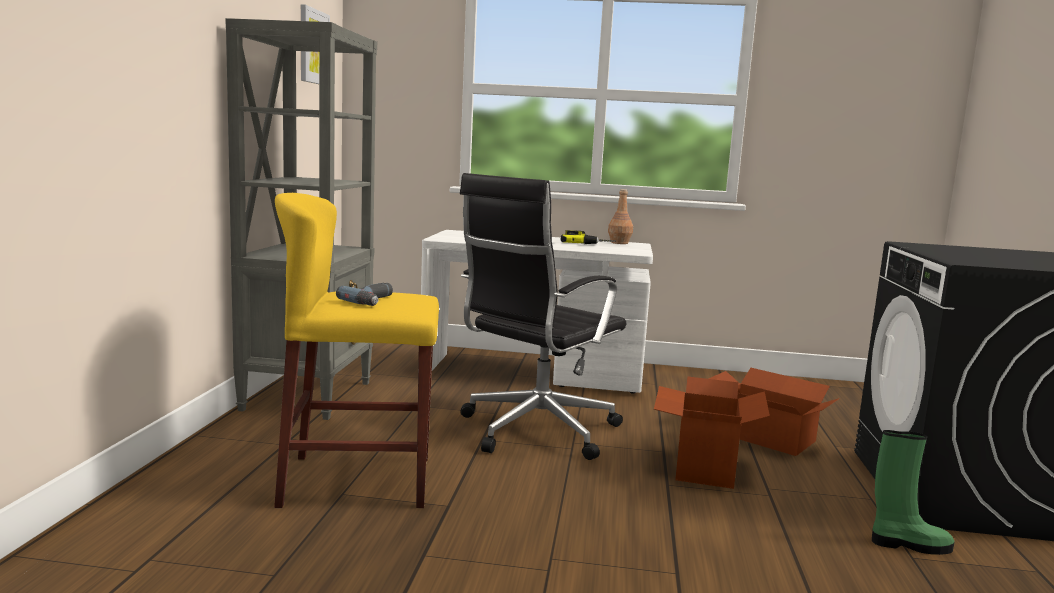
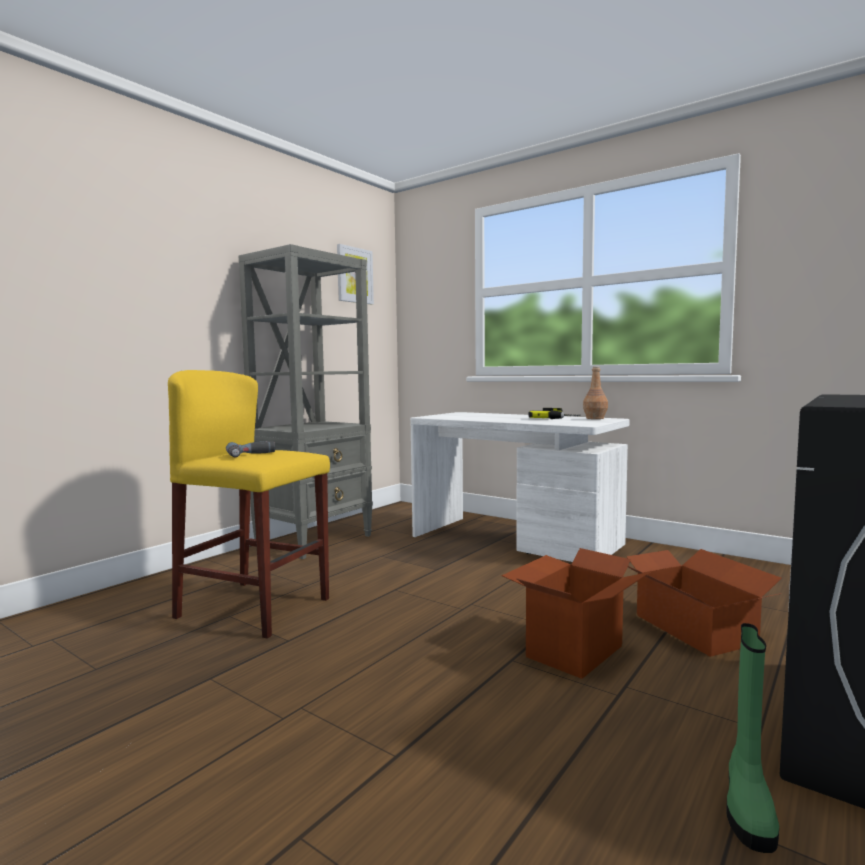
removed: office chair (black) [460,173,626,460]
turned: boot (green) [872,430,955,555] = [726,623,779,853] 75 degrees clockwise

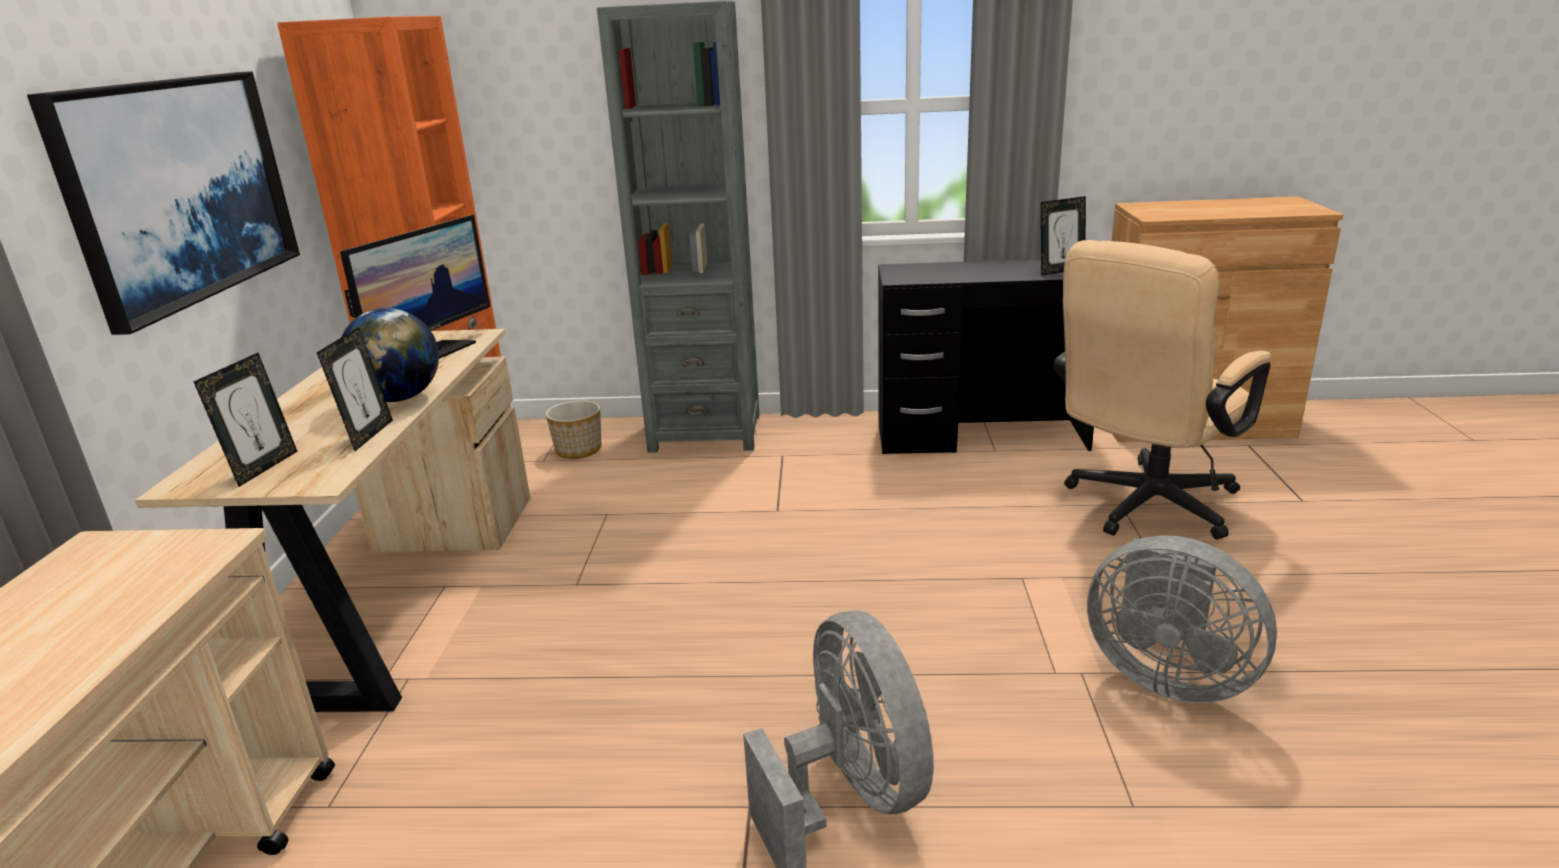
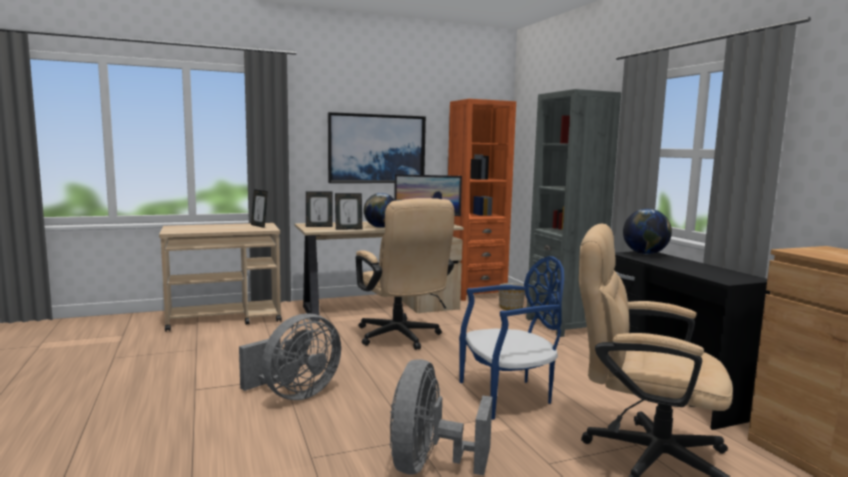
added: office chair (beige) [356,198,454,350]; chair (blue) [459,256,564,420]; globe [623,209,672,254]
moved: picture frame [1041,196,1086,276] to [251,189,268,228]

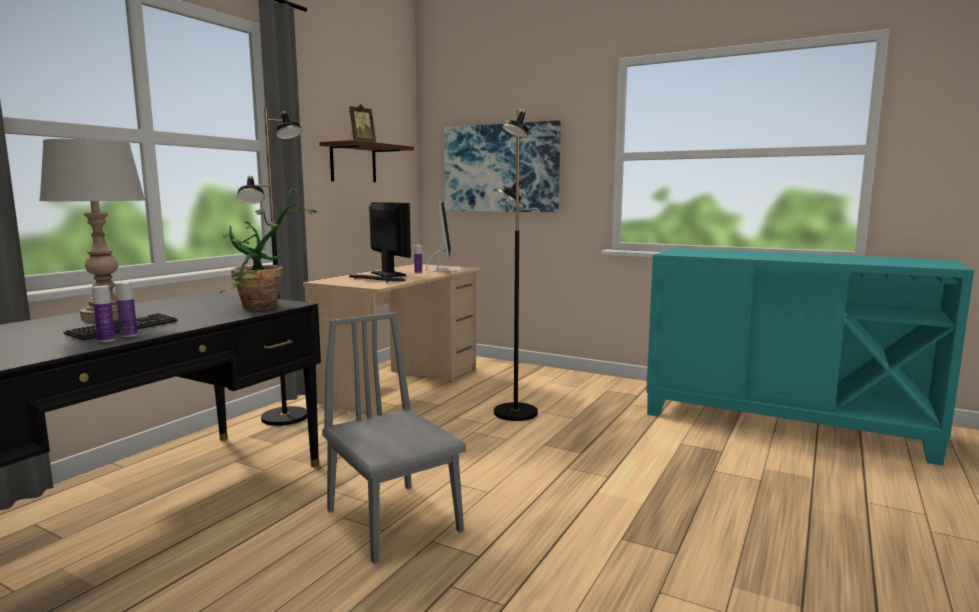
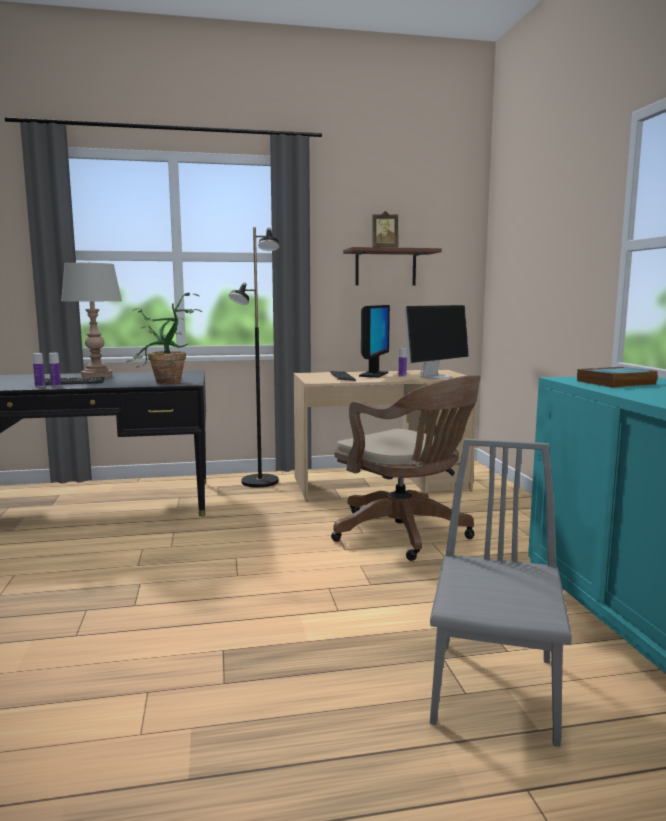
removed: picture [444,120,560,212]
added: book [577,367,658,387]
moved: chair (grey) [322,312,466,564] to [430,439,572,747]
replaced: floor lamp (black) [494,108,538,421] to office chair (brown) [331,375,480,561]

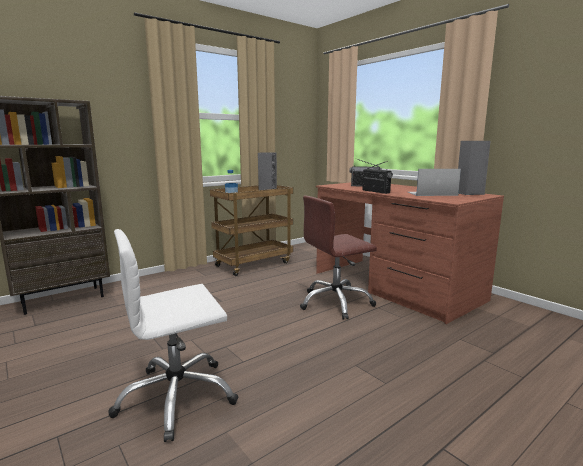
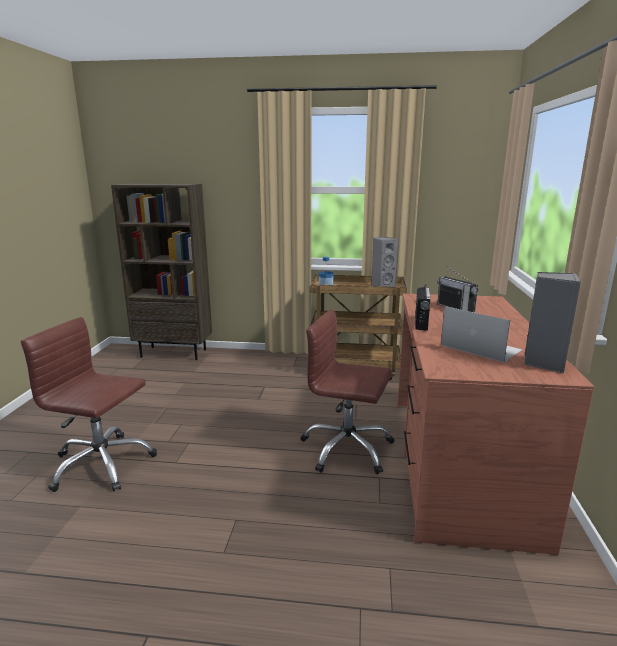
recoloured: office chair (white) [108,229,238,442] to office chair (brown) [21,317,157,492]

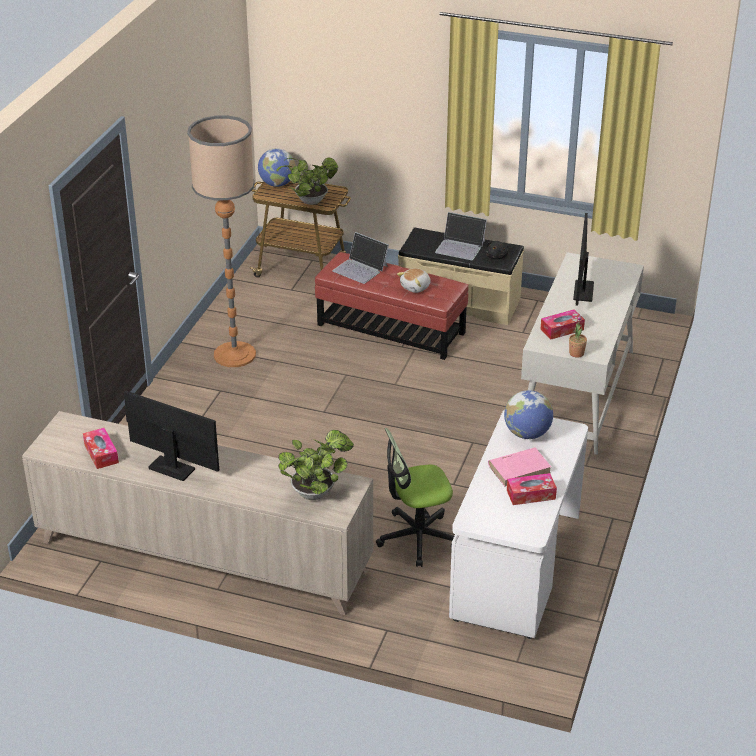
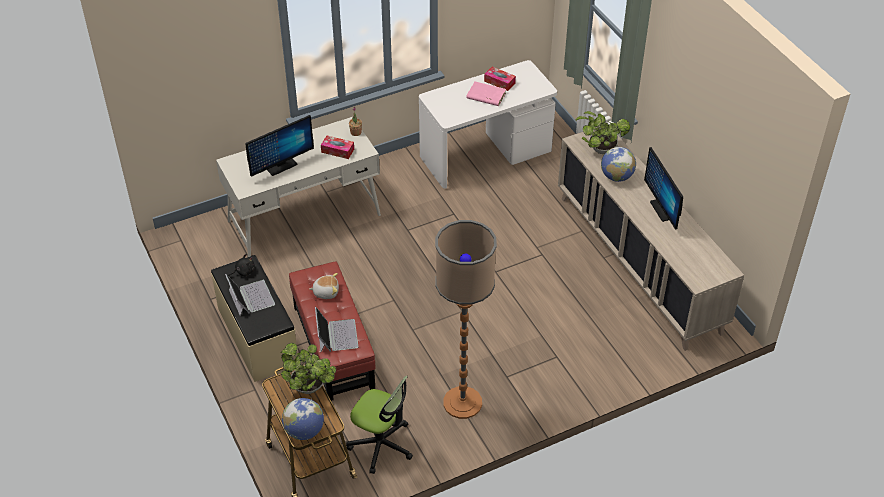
removed: tissue box [83,428,119,469]
moved: office chair [376,428,454,567] to [346,376,413,474]; globe [504,390,553,439] to [601,147,636,182]

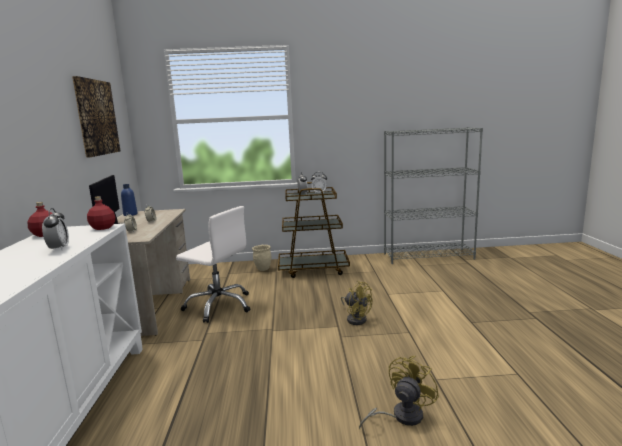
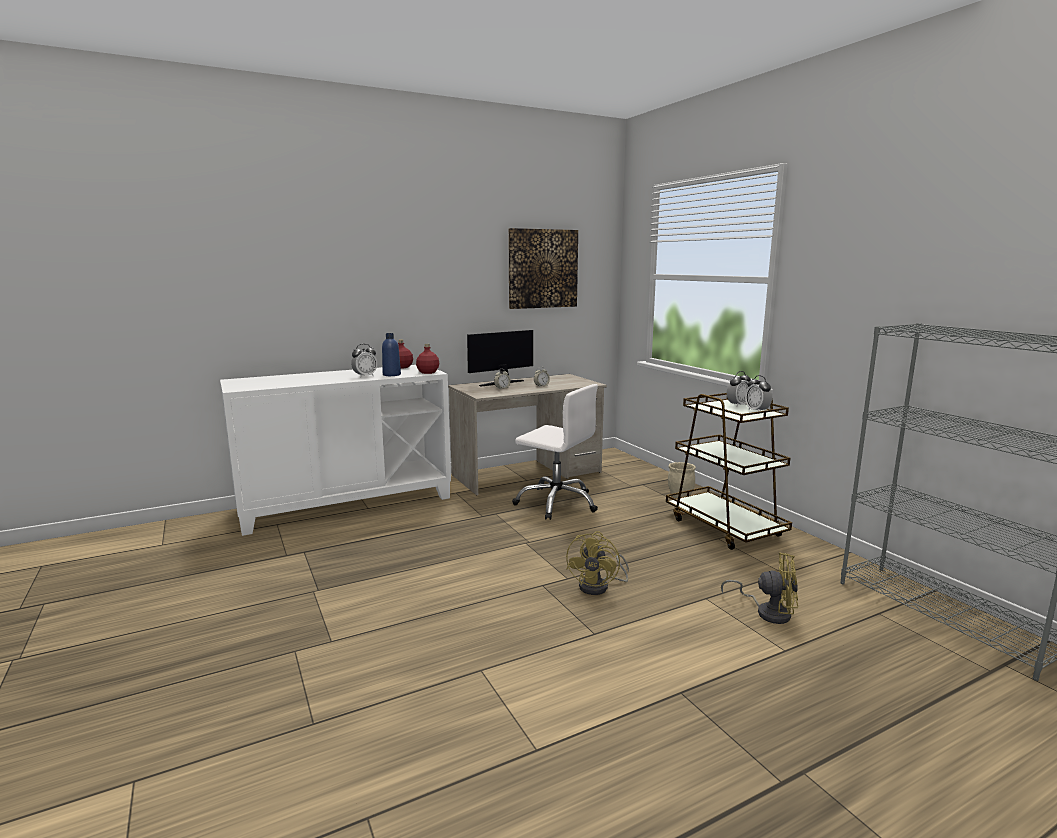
moved: bottle (blue) [121,184,137,216] to [382,333,401,376]; fan (yellow) [359,356,439,429] to [721,552,798,624]
turned: office chair (white) [176,206,250,323] = [512,384,598,520] 60 degrees counterclockwise

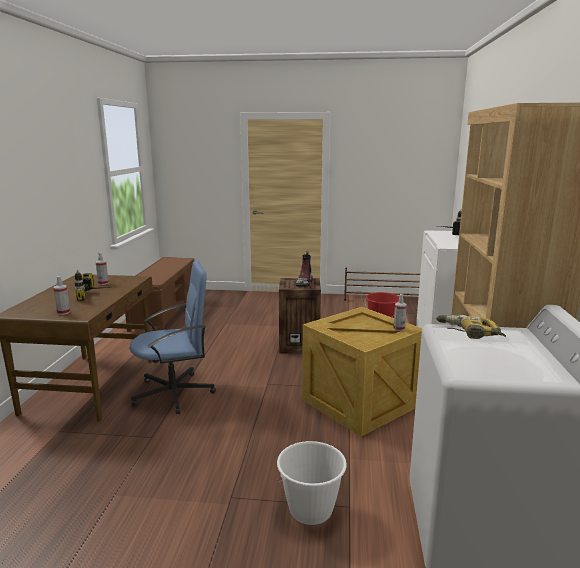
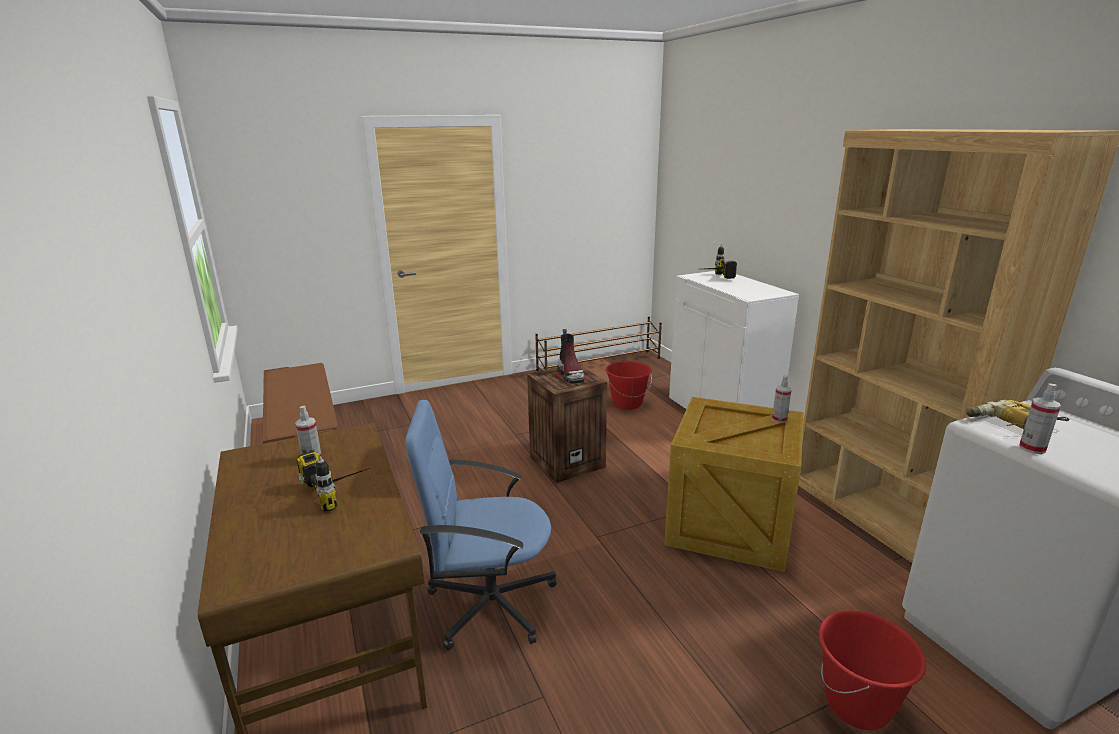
moved: spray bottle [53,276,70,315] to [1019,383,1061,454]
recoloured: bucket (white) [276,441,347,525] to bucket (red) [819,610,926,730]
turned: office chair (blue) [129,261,216,414] = [405,400,557,650] 135 degrees counterclockwise

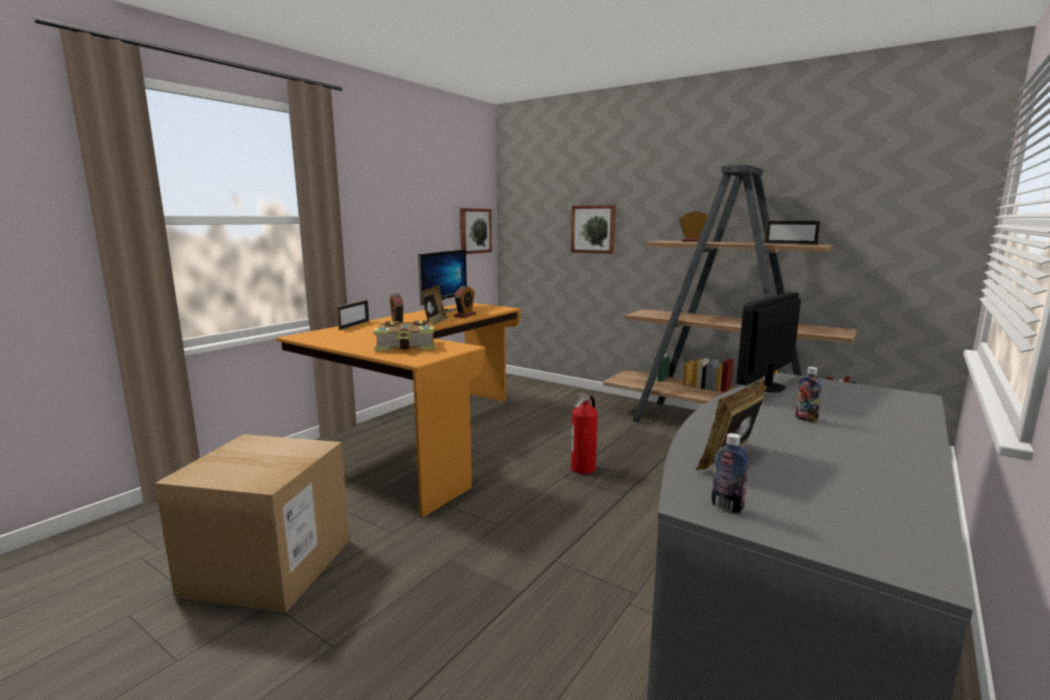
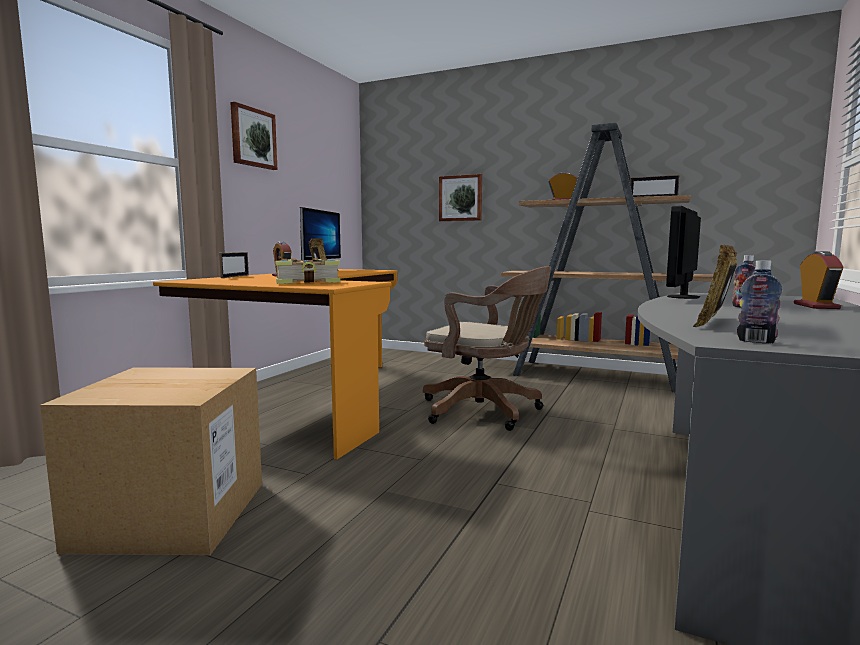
moved: alarm clock [454,286,476,318] to [794,251,843,309]; picture [460,208,492,254] to [230,102,278,170]
replaced: fire extinguisher [571,393,598,474] to office chair (brown) [423,266,551,431]

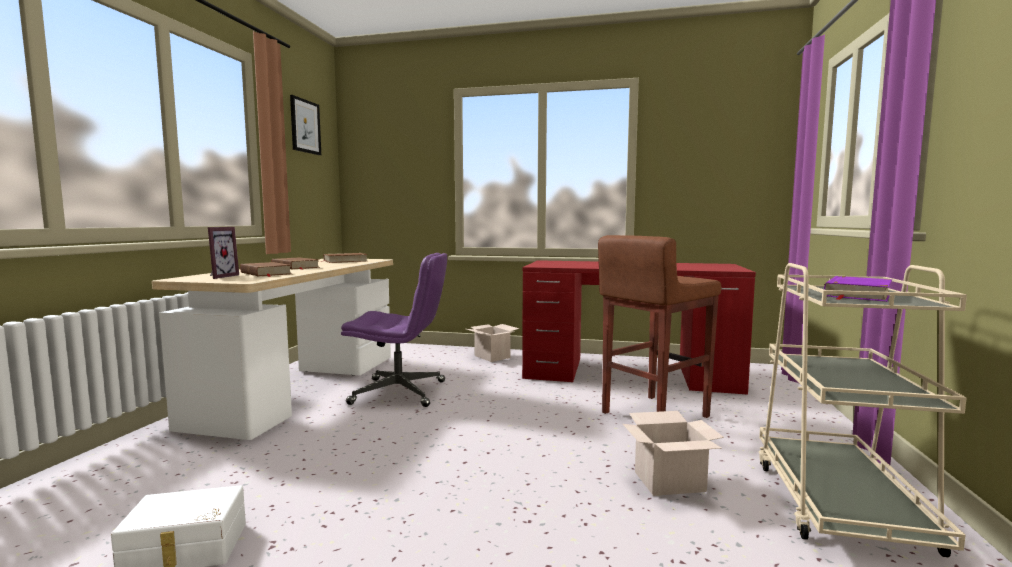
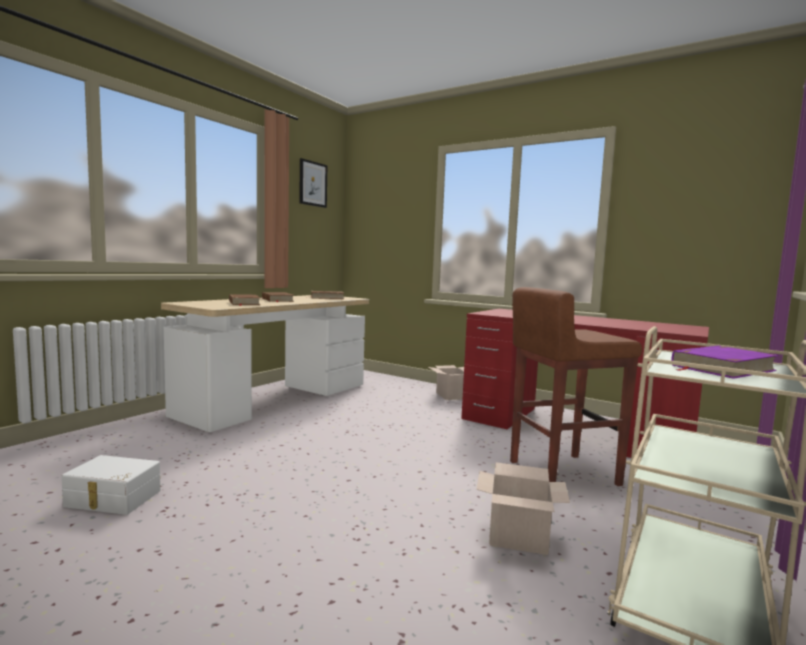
removed: picture frame [208,227,239,279]; office chair (purple) [341,253,447,407]

